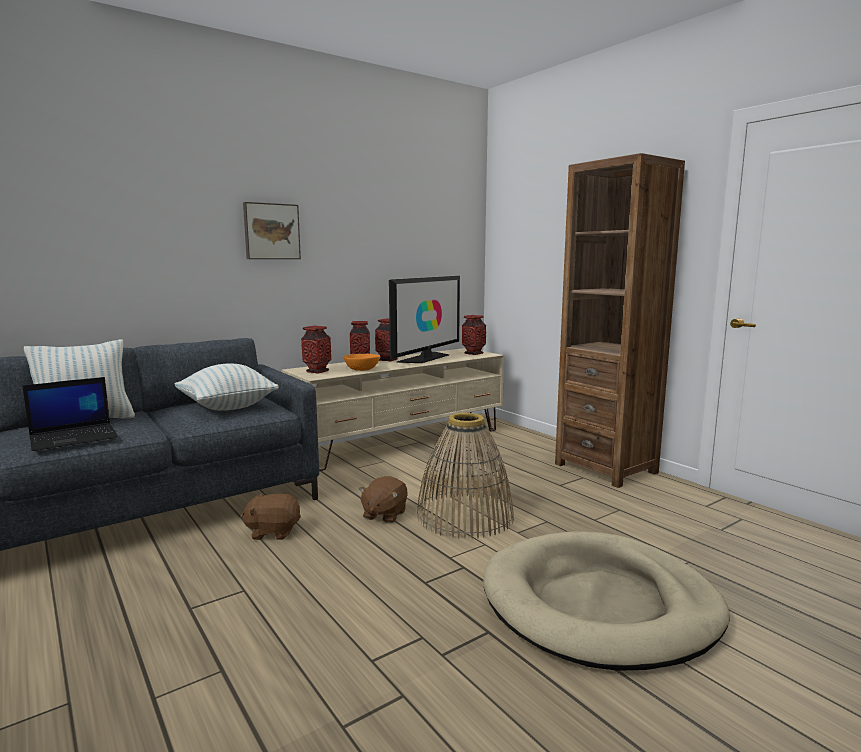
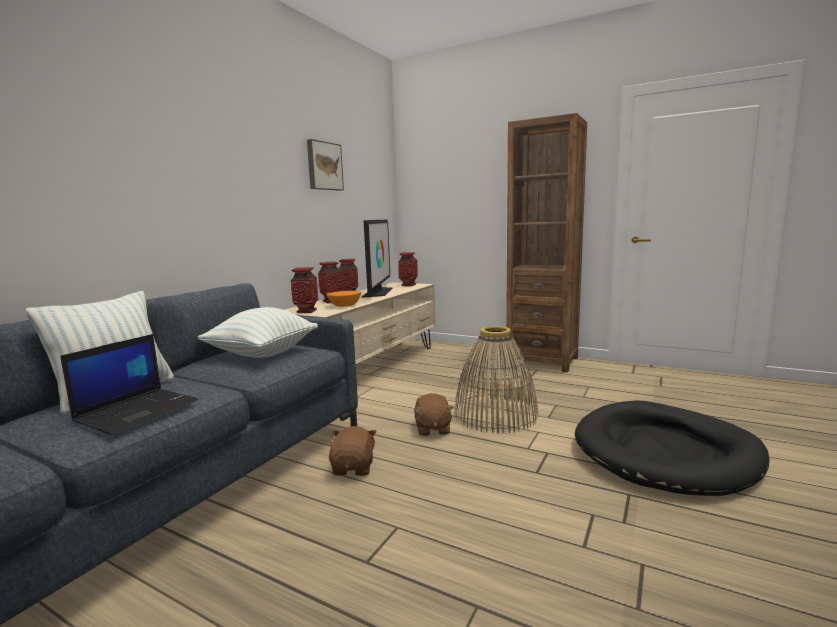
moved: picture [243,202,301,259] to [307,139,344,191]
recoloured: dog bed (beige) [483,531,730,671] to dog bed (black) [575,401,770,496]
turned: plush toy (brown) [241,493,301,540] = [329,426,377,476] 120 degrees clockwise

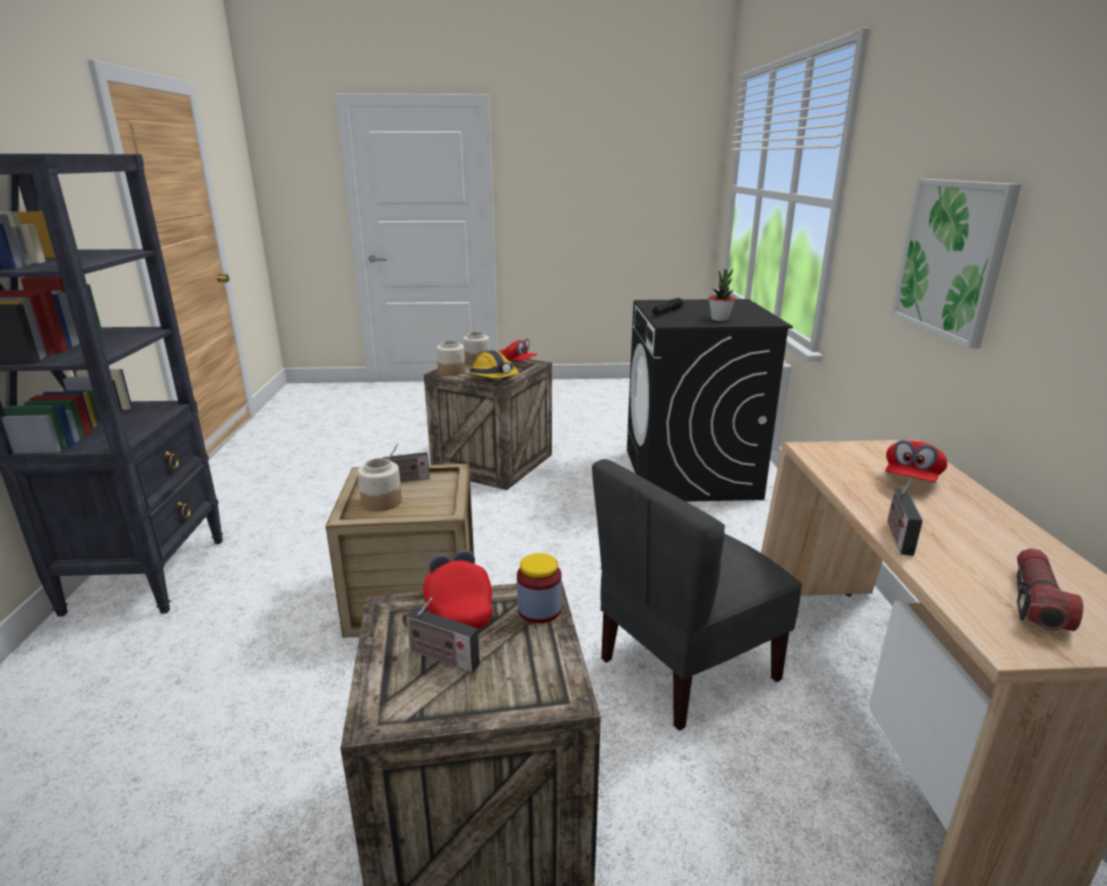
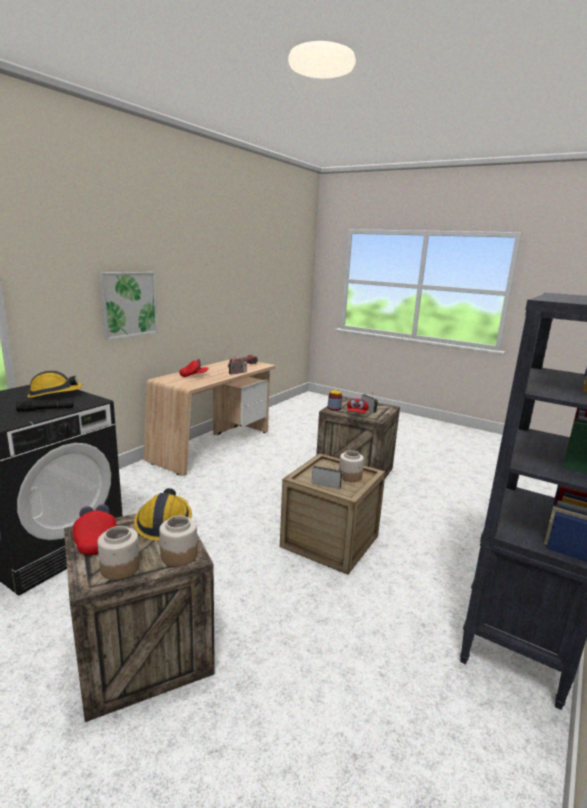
removed: chair (grey) [592,459,802,731]
replaced: potted plant [709,268,735,321] to hard hat [27,370,83,398]

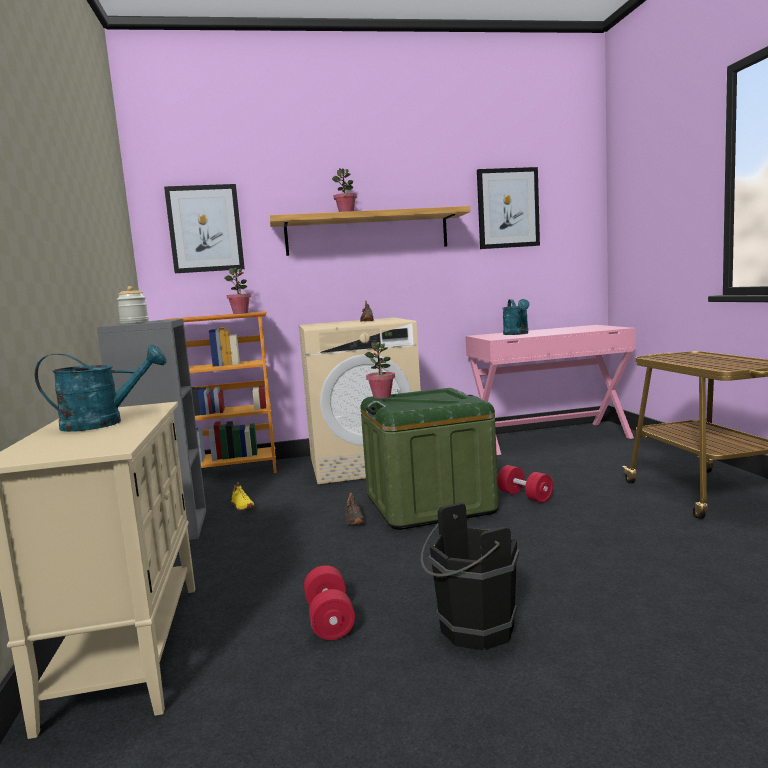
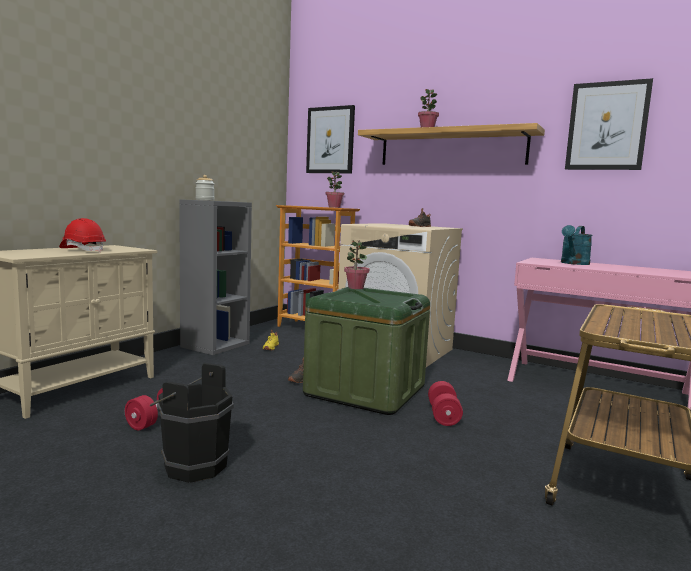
replaced: watering can (turquoise) [35,344,167,432] to hard hat (red) [59,218,106,252]

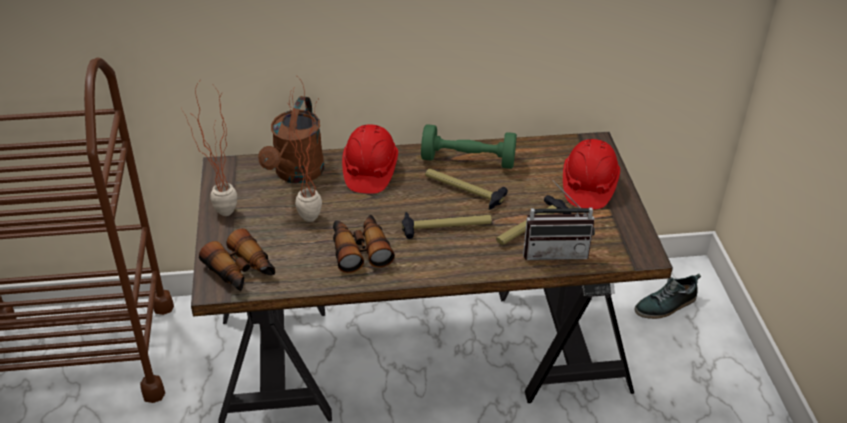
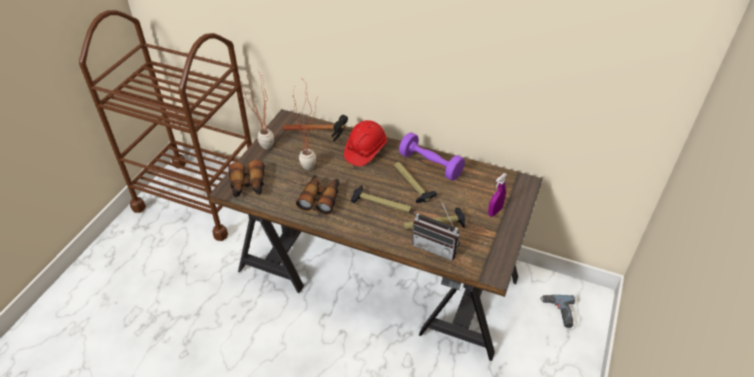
replaced: watering can (brown) [258,96,325,183] to hammer [283,115,348,142]; hard hat (red) [563,139,620,209] to spray bottle (purple) [488,173,507,217]; shoe [635,274,701,319] to power drill [540,295,575,328]
recoloured: dumbbell (green) [421,124,517,169] to dumbbell (purple) [399,132,465,181]

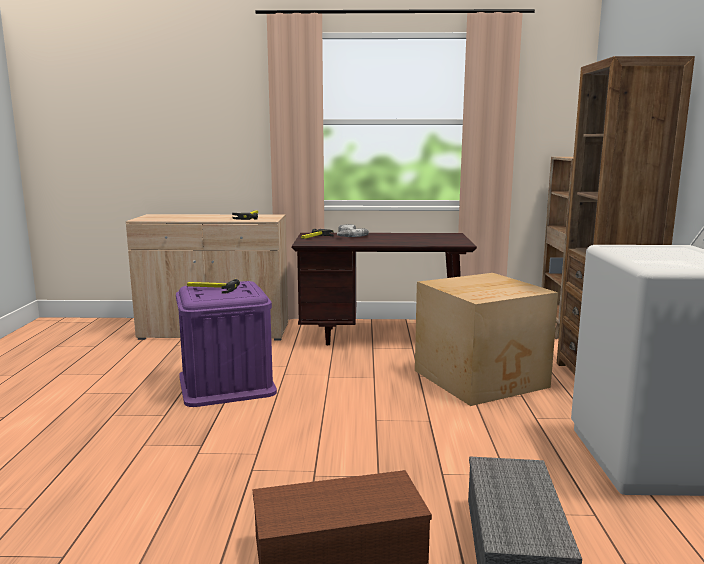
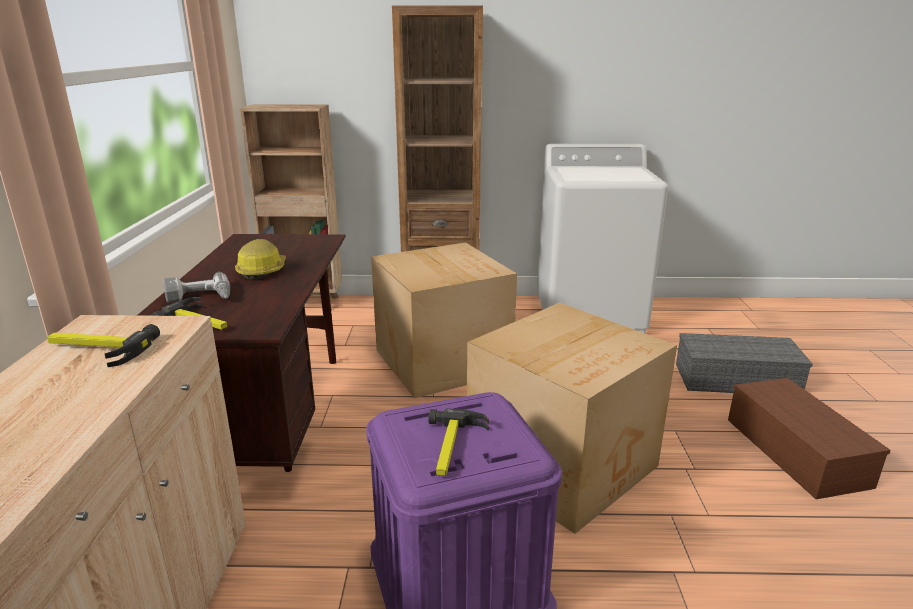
added: hard hat [235,239,286,280]; cardboard box [467,303,677,534]

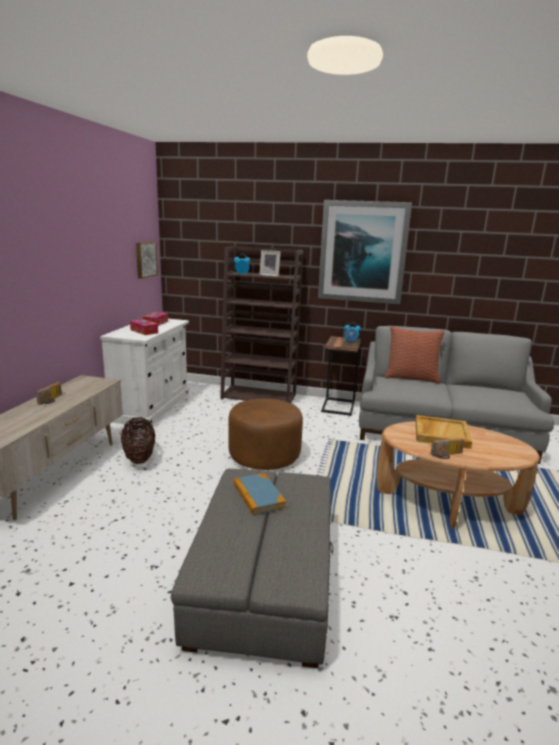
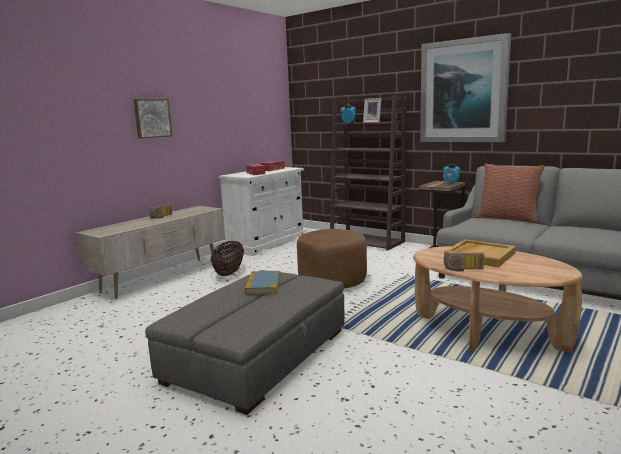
moved: picture [136,242,158,279] to [133,99,172,139]

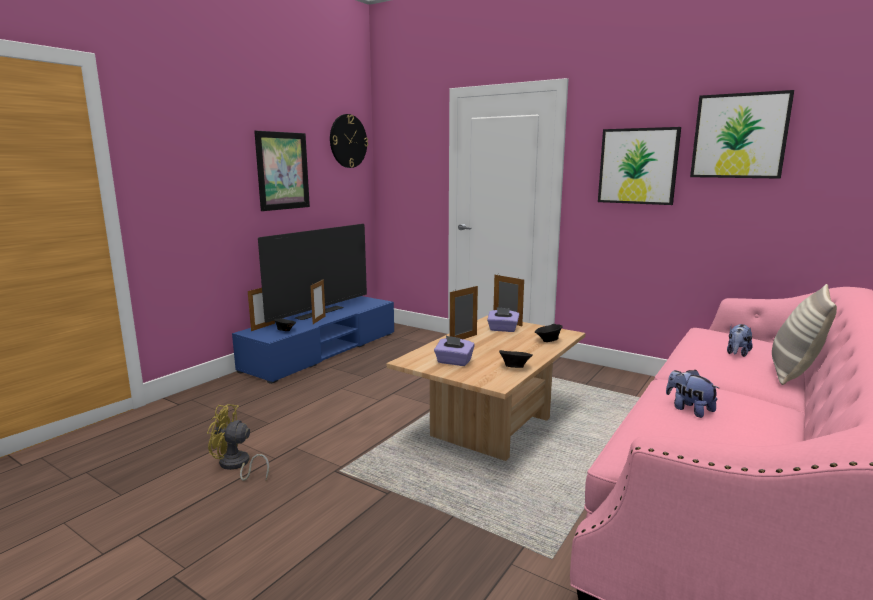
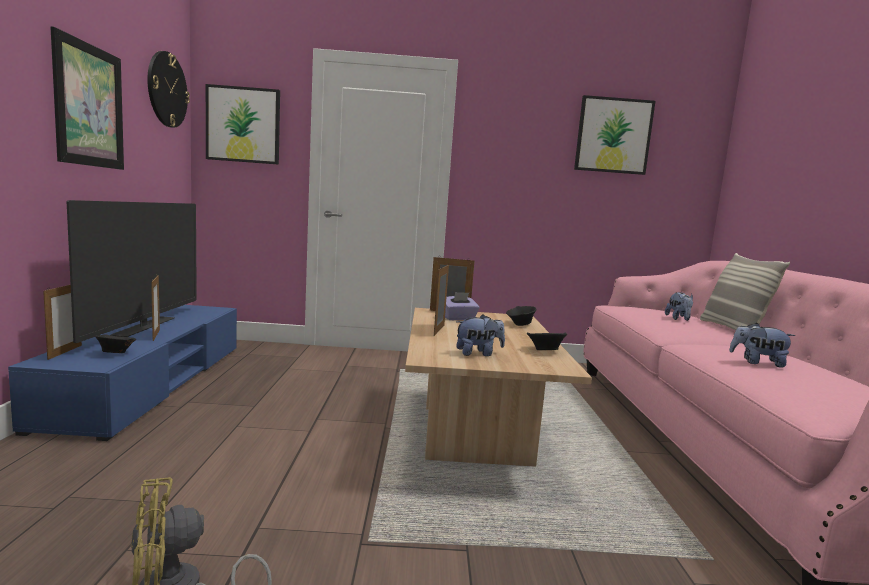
moved: picture [598,127,681,205] to [206,84,280,165]
replaced: tissue box (purple) [434,336,475,366] to plush toy [456,314,505,356]

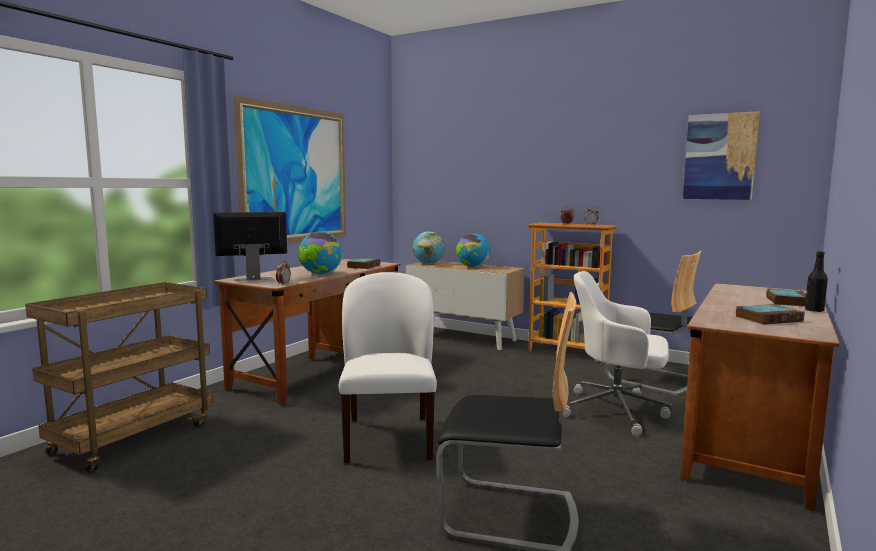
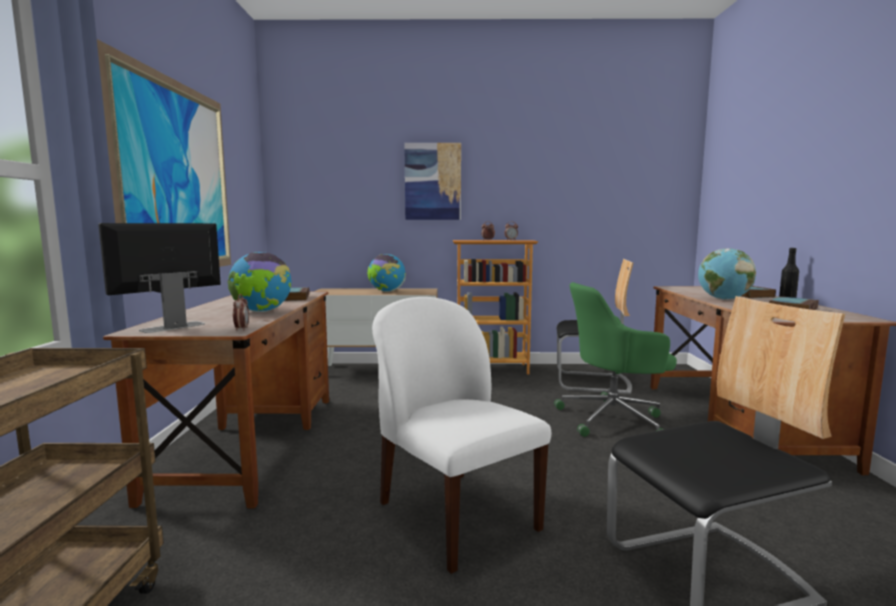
moved: globe [413,232,445,264] to [698,248,756,300]; picture [683,111,760,200] to [404,143,461,220]
recoloured: office chair (white) [563,271,672,437] to office chair (green) [554,282,677,437]

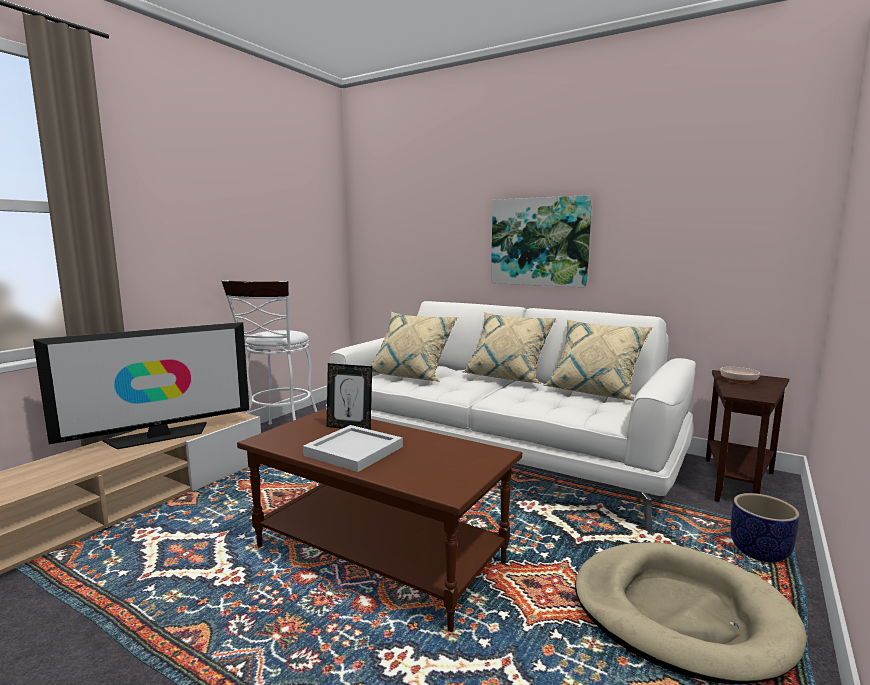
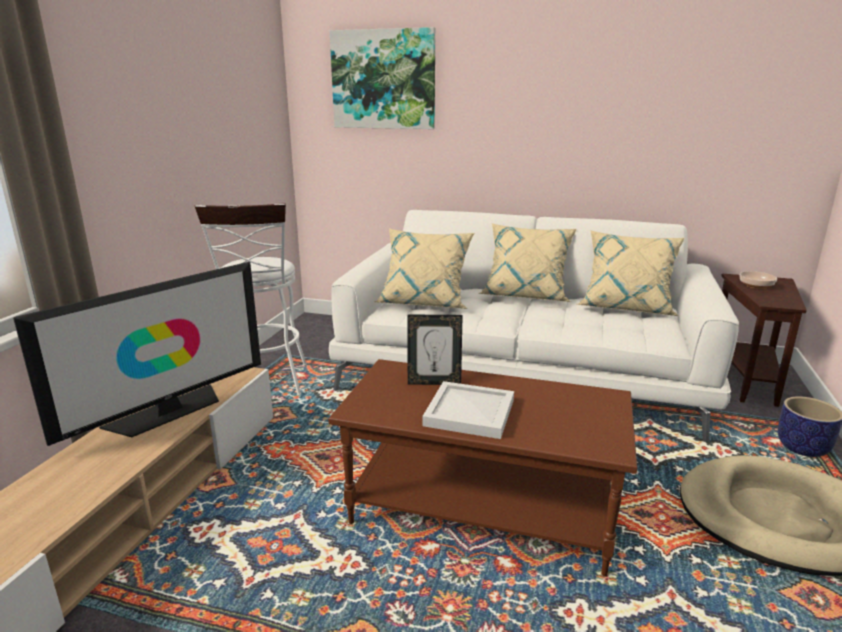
moved: picture [491,195,592,287] to [330,27,435,129]

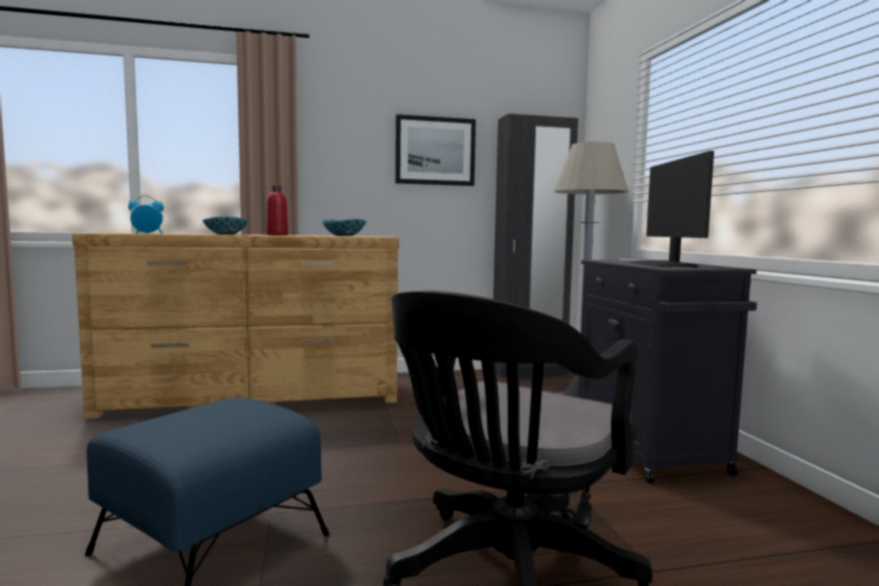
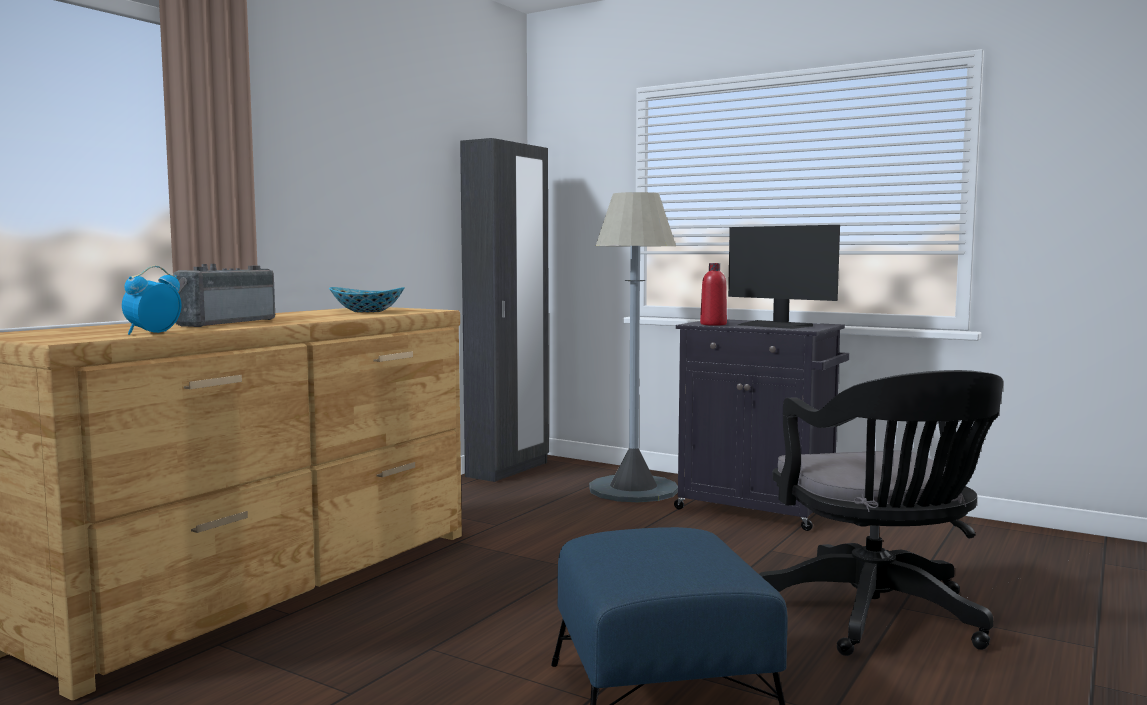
removed: picture [395,114,476,186]
moved: bottle (red) [266,185,288,235] to [700,263,727,326]
replaced: bowl [202,216,248,235] to radio [173,264,275,327]

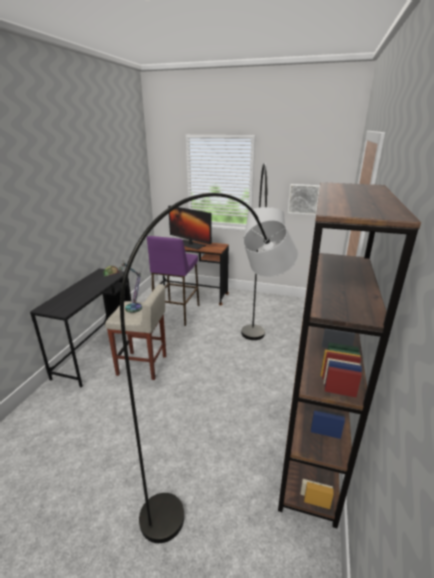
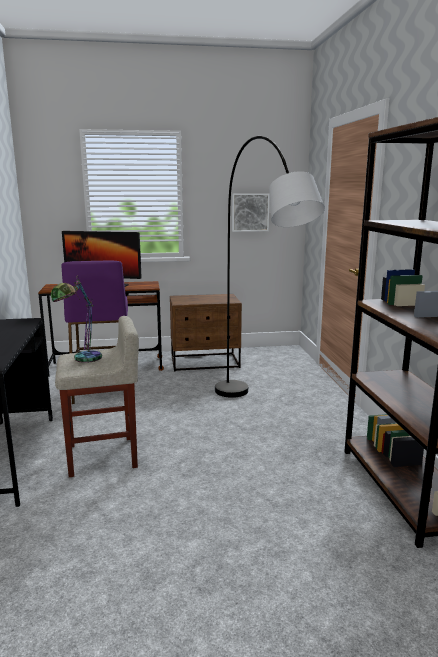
removed: floor lamp (grey) [120,193,298,543]
added: nightstand (brown) [170,294,242,371]

